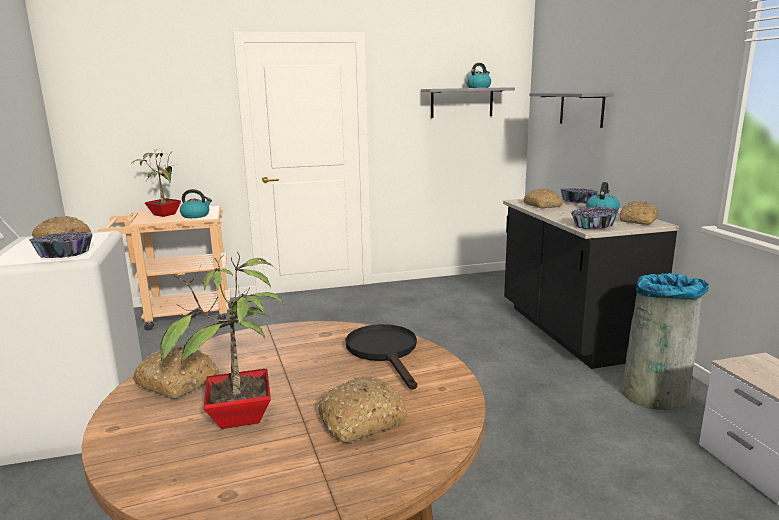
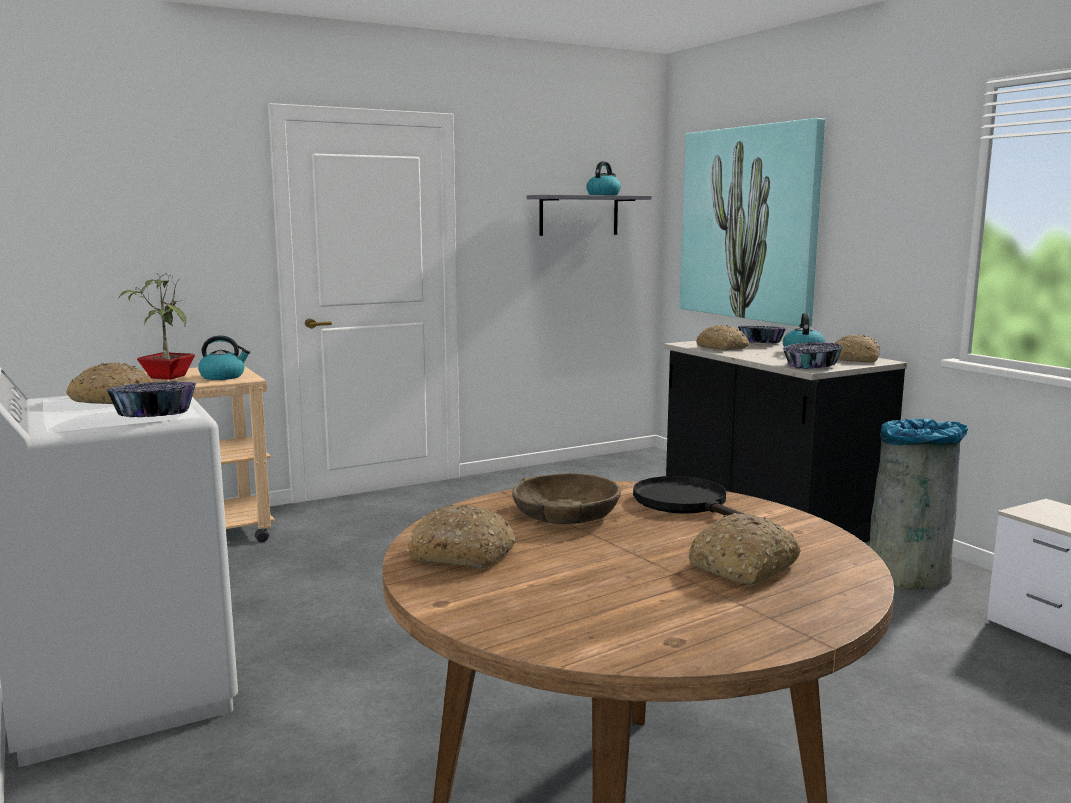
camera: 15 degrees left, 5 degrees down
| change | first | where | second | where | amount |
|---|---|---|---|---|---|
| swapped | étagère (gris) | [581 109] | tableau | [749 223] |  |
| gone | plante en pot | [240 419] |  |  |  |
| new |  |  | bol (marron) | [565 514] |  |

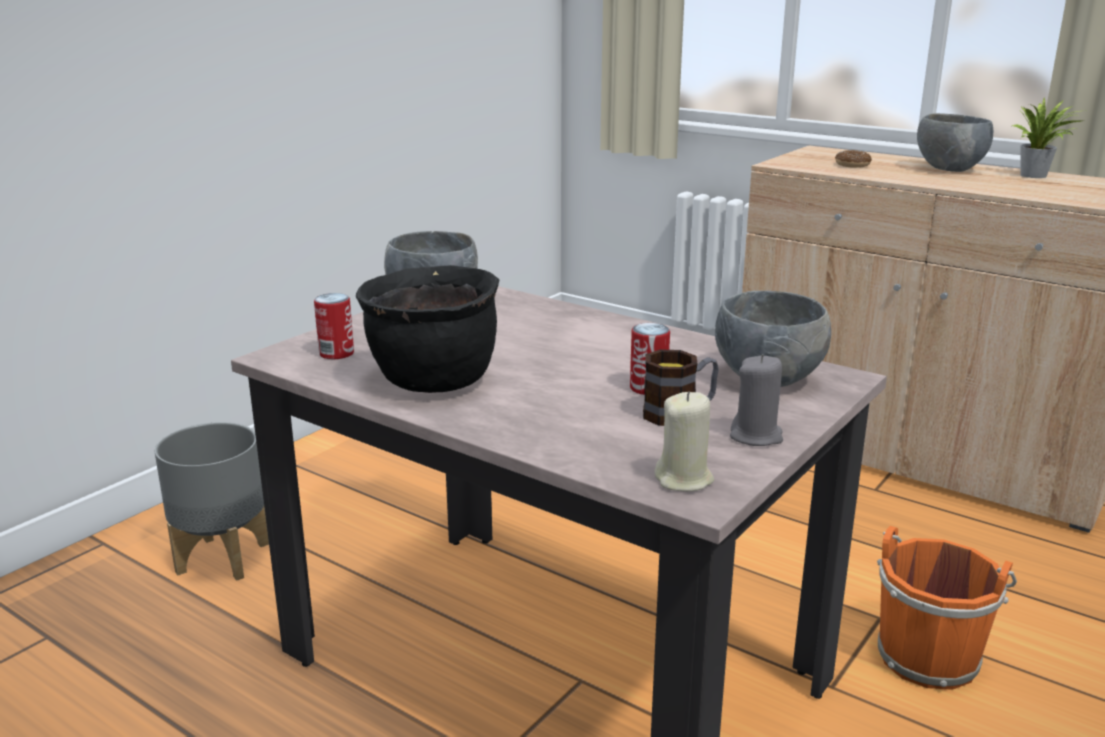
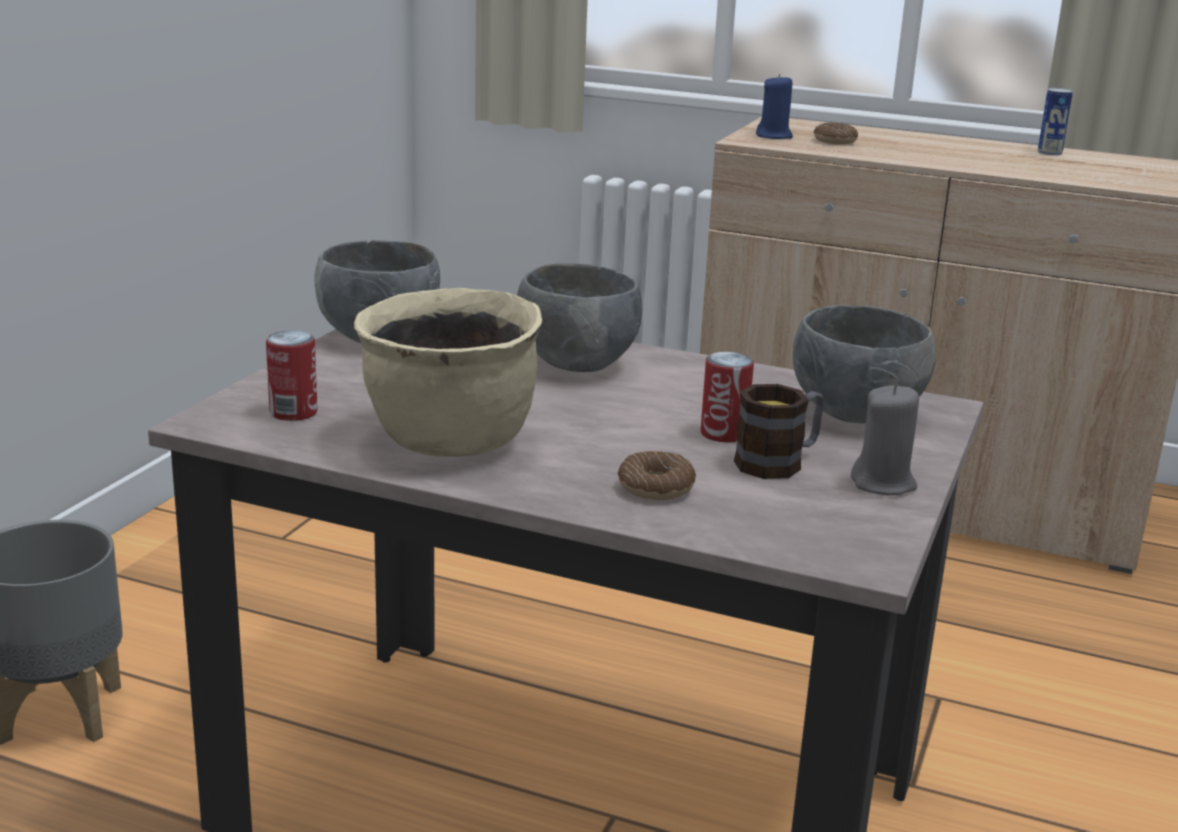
camera: 15 degrees left, 0 degrees up
| change | first | where | second | where | amount |
|---|---|---|---|---|---|
| swapped | plante en pot | [1036 176] | boîte métallique | [1049 153] |  |
| shifted | bol (gris) | [949 169] |  | [576 365] |  |
| repainted | marmite (noir) | [433 382] | marmite (beige) | [450 443] |  |
| gone | bougie (beige) | [684 479] |  |  |  |
| gone | seau (orange) | [928 655] |  |  |  |
| new |  |  | bougie (bleu) | [774 136] |  |
| new |  |  | beignet | [655 487] |  |

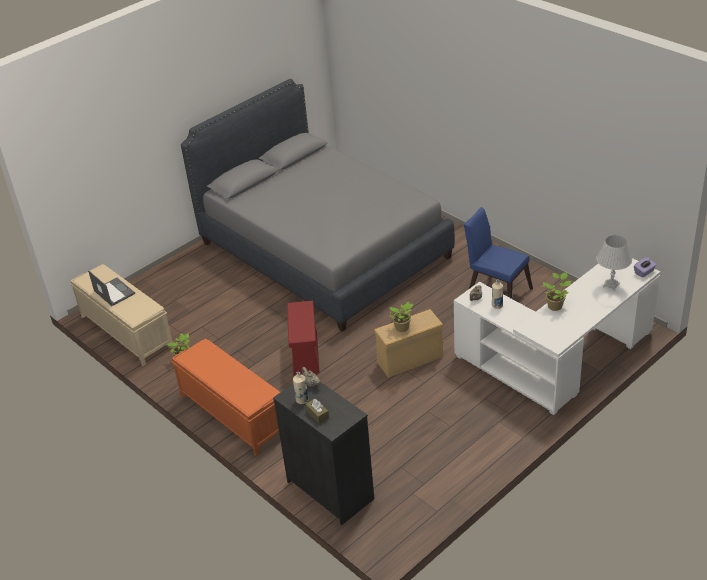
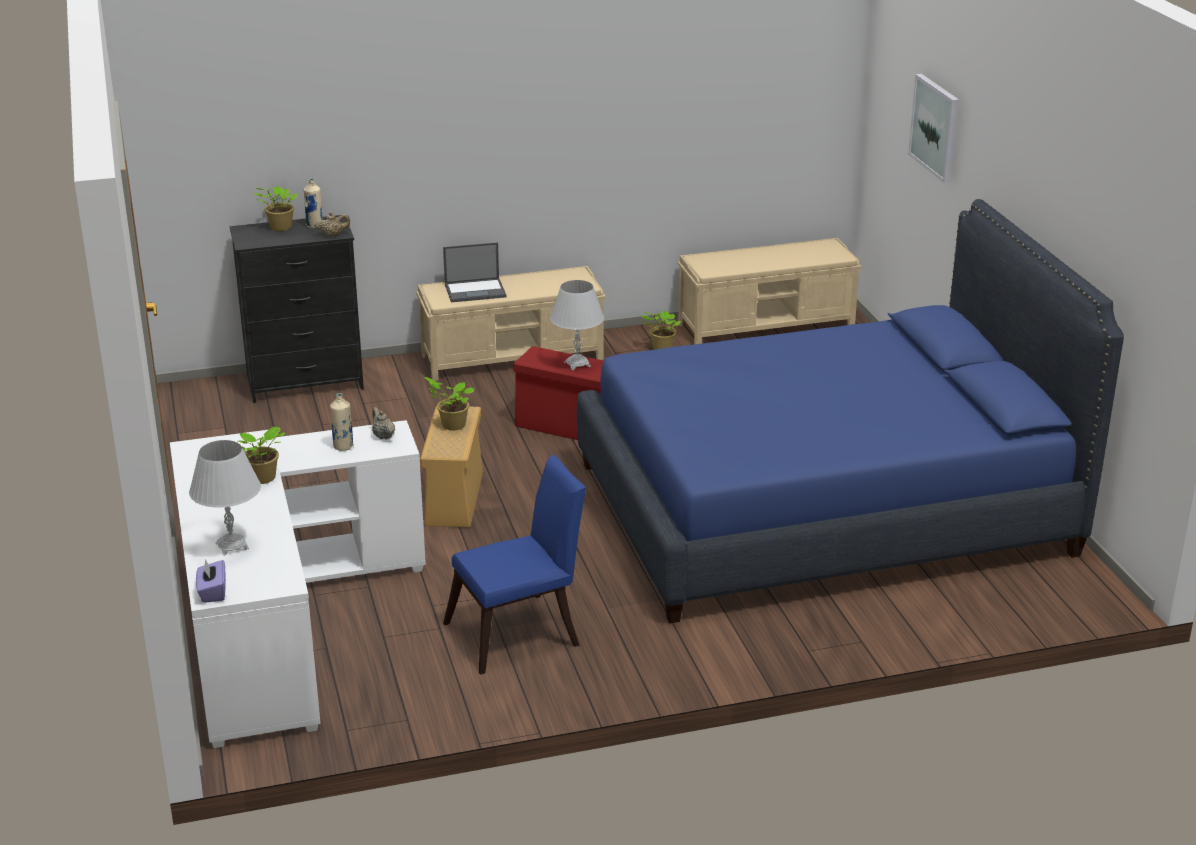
camera: 115 degrees right, 10 degrees down
| change | first | where | second | where | amount |
|---|---|---|---|---|---|
| repainted | lit (gris) | [324 249] | lit (bleu) | [824 509] |  |
| shifted | ordinateur portable | [114 292] |  | [476 290] |  |
| repainted | banc (orange) | [232 413] | banc (beige) | [513 357] |  |
| swapped | boîte à mouchoirs (marron) | [317 414] | plante en pot | [279 228] |  |
| new |  |  | tableau | [935 127] |  |
| new |  |  | lampe de table (blanc) | [577 364] |  |

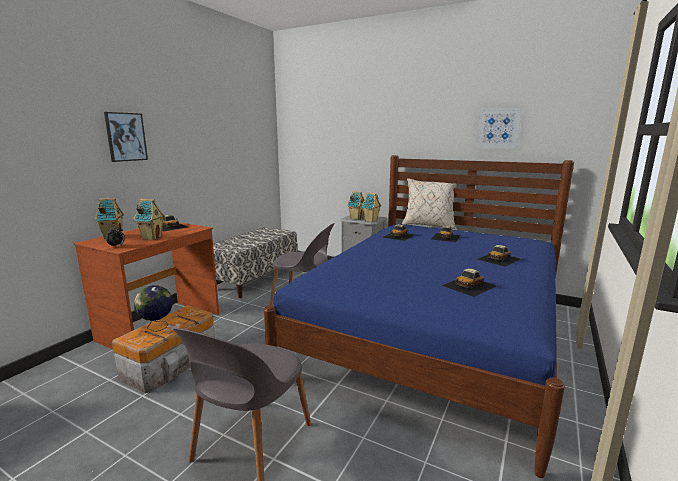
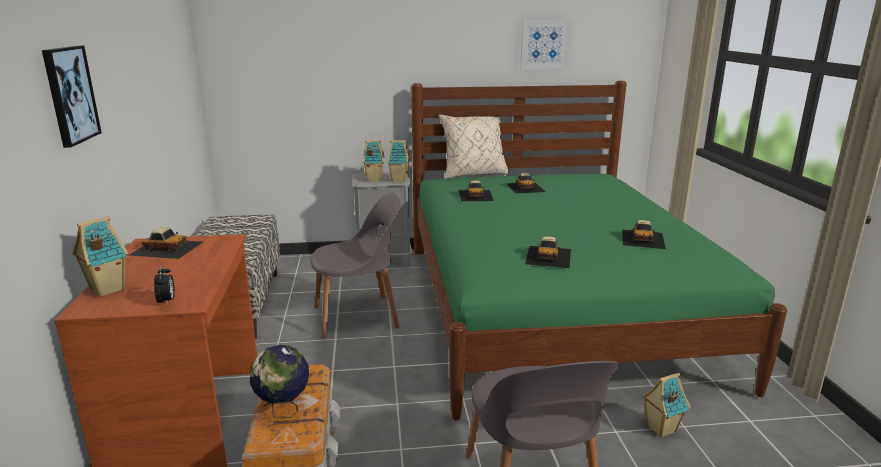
camera: 35 degrees left, 5 degrees up
| change | first | where | second | where | amount |
|---|---|---|---|---|---|
| repainted | lit (bleu) | [433 335] | lit (vert) | [550 308] |  |
| shifted | maison miniature | [151 238] |  | [660 429] |  |
| shifted | petite voiture | [499 259] |  | [549 256] |  |

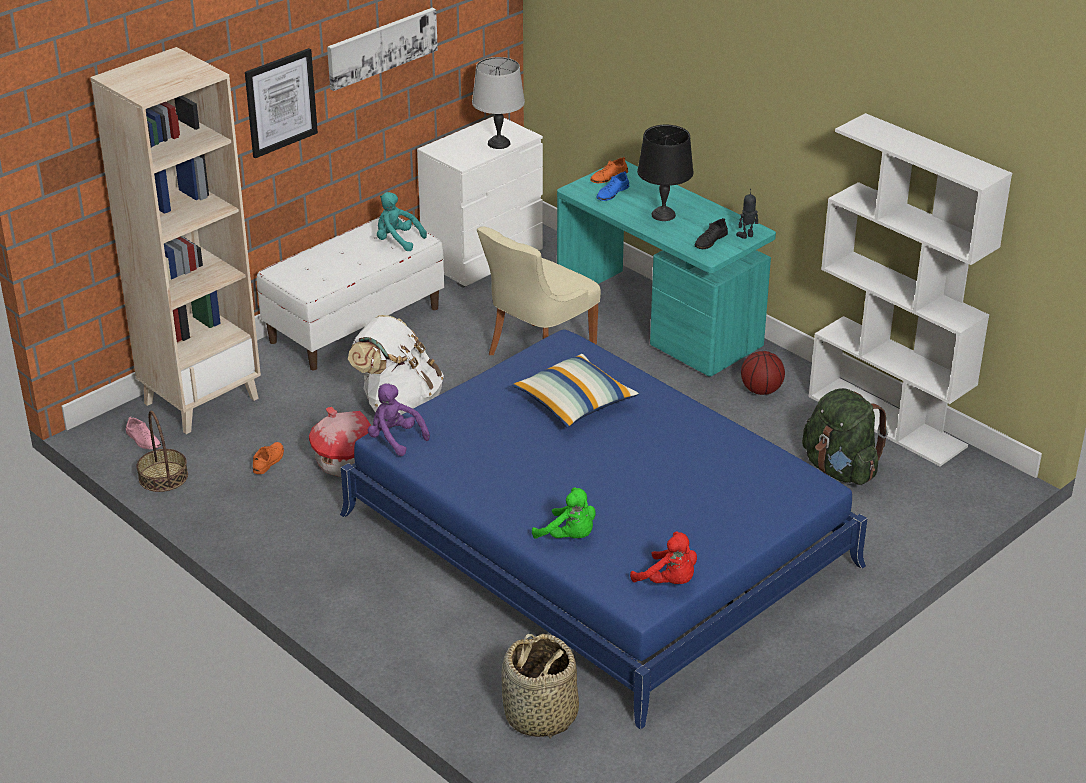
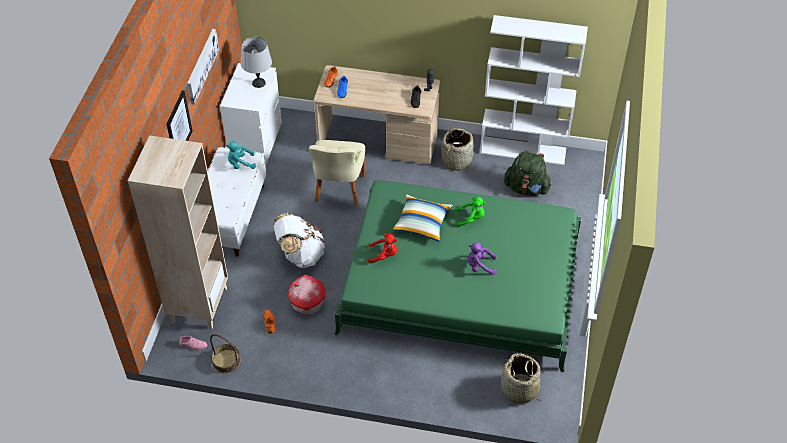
camera: 35 degrees left, 15 degrees up
| change | first | where | second | where | amount |
|---|---|---|---|---|---|
| gone | lampe de table (noir) | [663 215] |  |  |  |
| repainted | bureau (turquoise) | [660 323] | bureau (beige) | [378 142] |  |
| repainted | lit (bleu) | [597 539] | lit (vert) | [460 283] |  |
| swapped | ballon de basket | [761 390] | panier | [457 160] |  |
| shifted | peluche (violet) | [395 439] |  | [479 266] |  |
| shifted | peluche (vert) | [569 537] |  | [471 218] |  |
| shifted | peluche (rouge) | [668 581] |  | [384 255] |  |

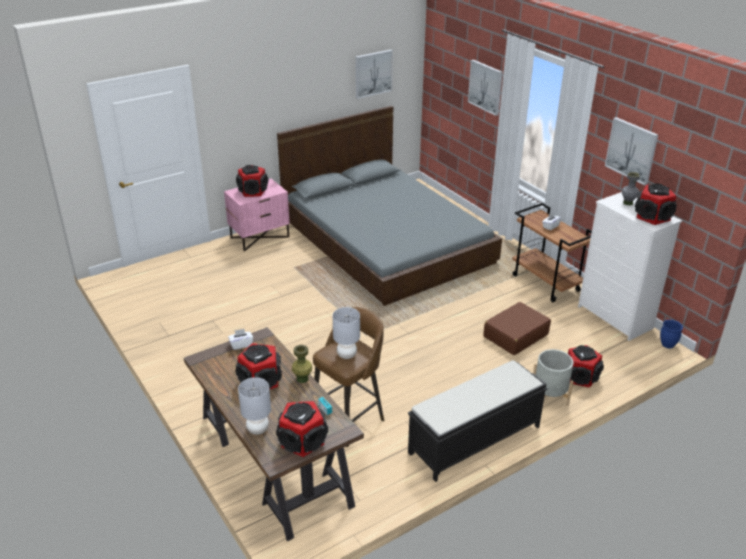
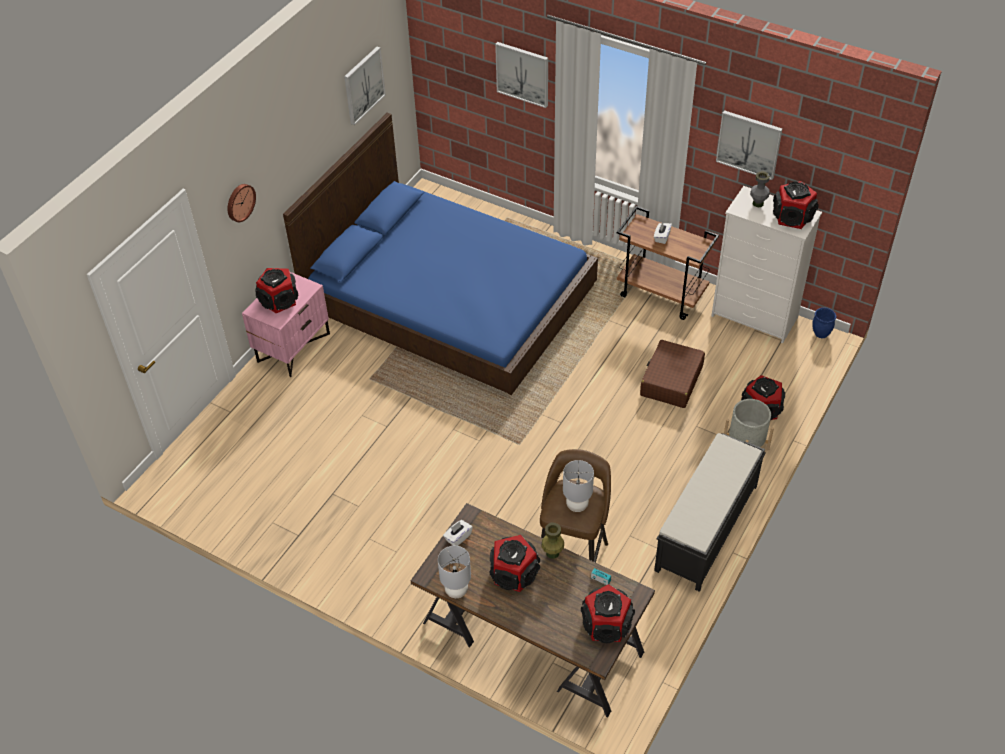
camera: 25 degrees left, 15 degrees up
| change | first | where | second | where | amount |
|---|---|---|---|---|---|
| repainted | lit (gris) | [386 240] | lit (bleu) | [449 296] |  |
| shifted | lampe de table (gris) | [257 429] |  | [456 591] |  |
| new |  |  | horloge murale | [239 202] |  |

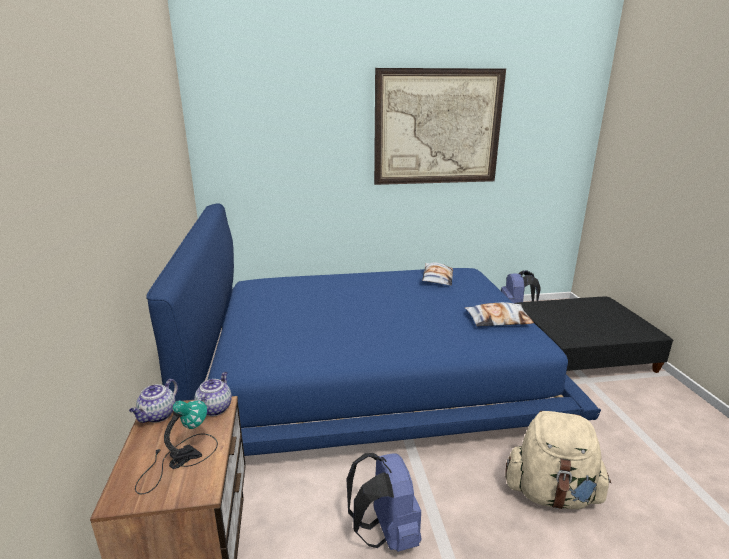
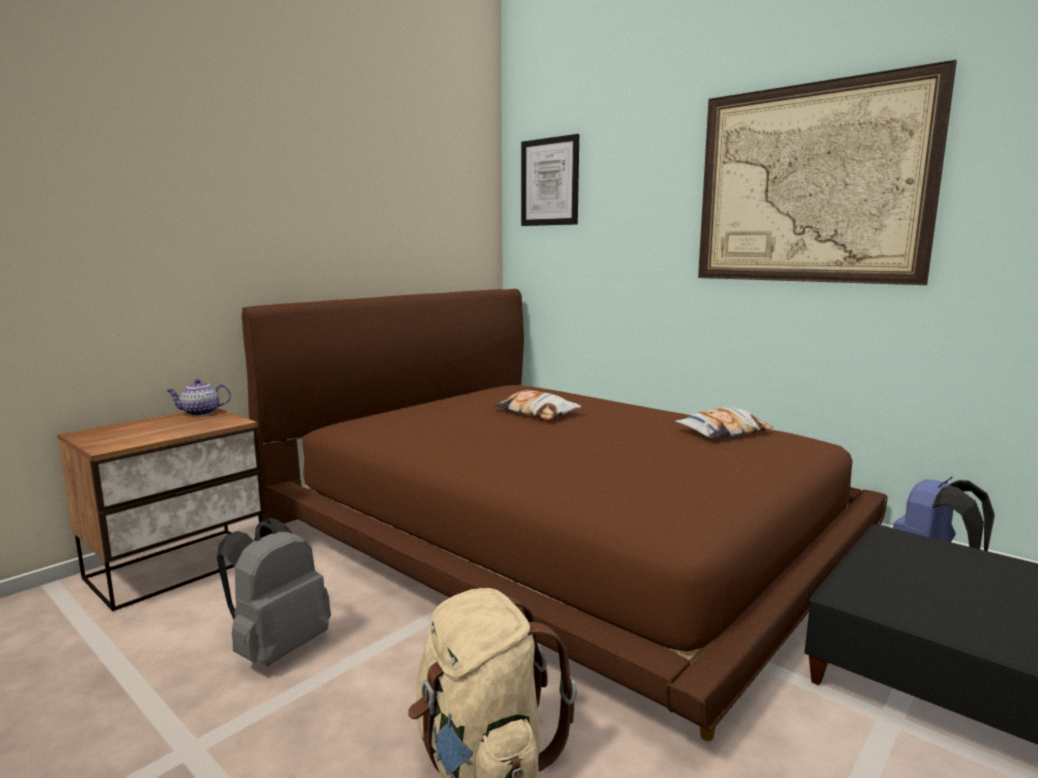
camera: 50 degrees right, 10 degrees down
| change | first | where | second | where | amount |
|---|---|---|---|---|---|
| repainted | lit (bleu) | [369 370] | lit (marron) | [557 531] |  |
| shifted | coussin | [498 319] |  | [536 413] |  |
| gone | théière | [214 408] |  |  |  |
| gone | lampe de table | [178 459] |  |  |  |
| repainted | sac à dos (bleu) | [386 533] | sac à dos (gris) | [277 648] |  |
| new |  |  | tableau | [550 182] |  |

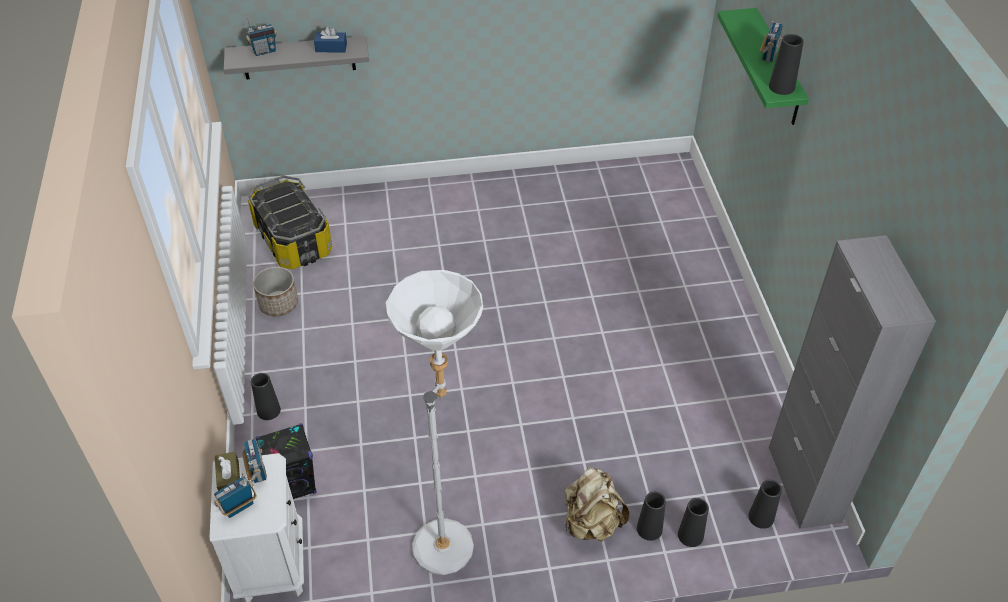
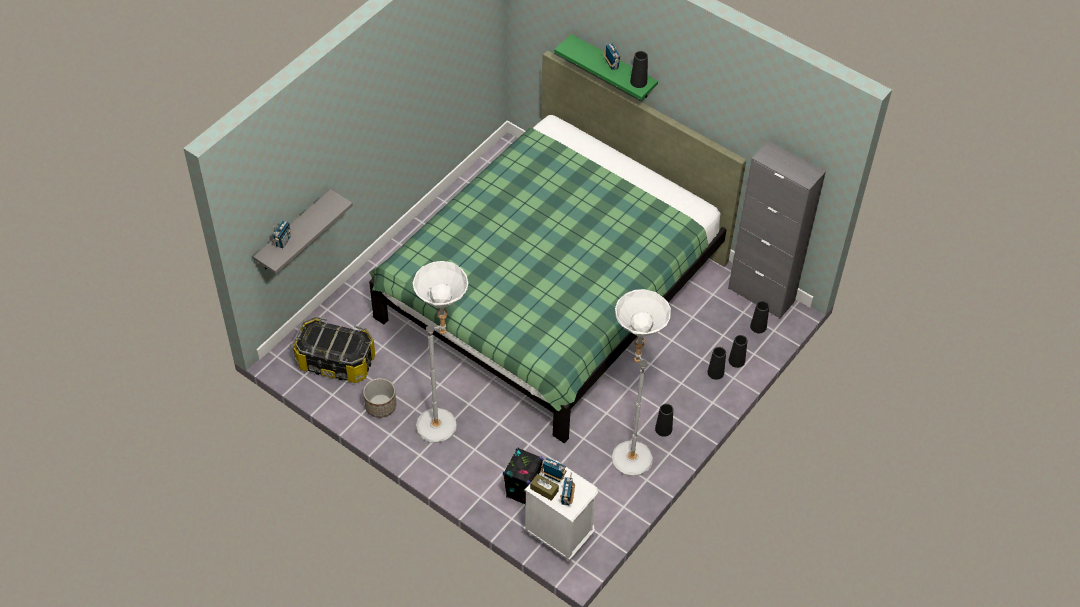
camera: 45 degrees left, 5 degrees up
| change | first | where | second | where | amount |
|---|---|---|---|---|---|
| gone | boîte à mouchoirs (bleu) | [331 48] |  |  |  |
| shifted | vase (noir) | [268 410] |  | [663 429] |  |
| gone | sac à dos (beige) | [591 522] |  |  |  |
| new |  |  | lit (vert) | [551 290] |  |
| new |  |  | lampadaire (blanc) | [444 423] |  |

